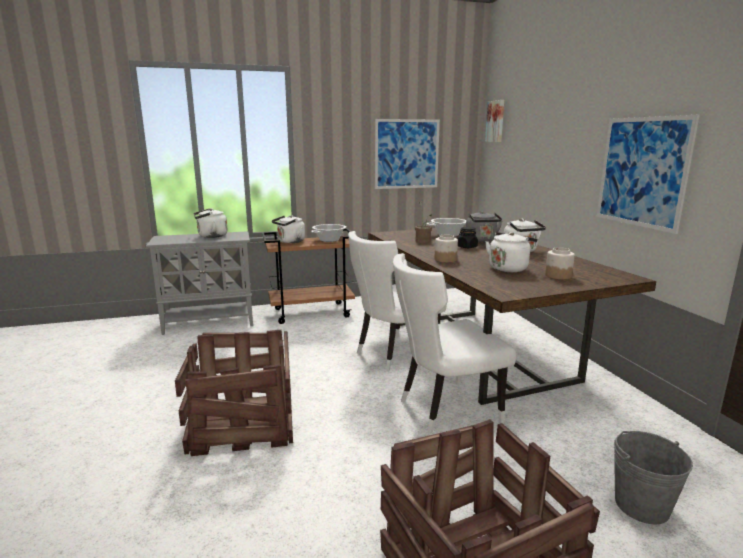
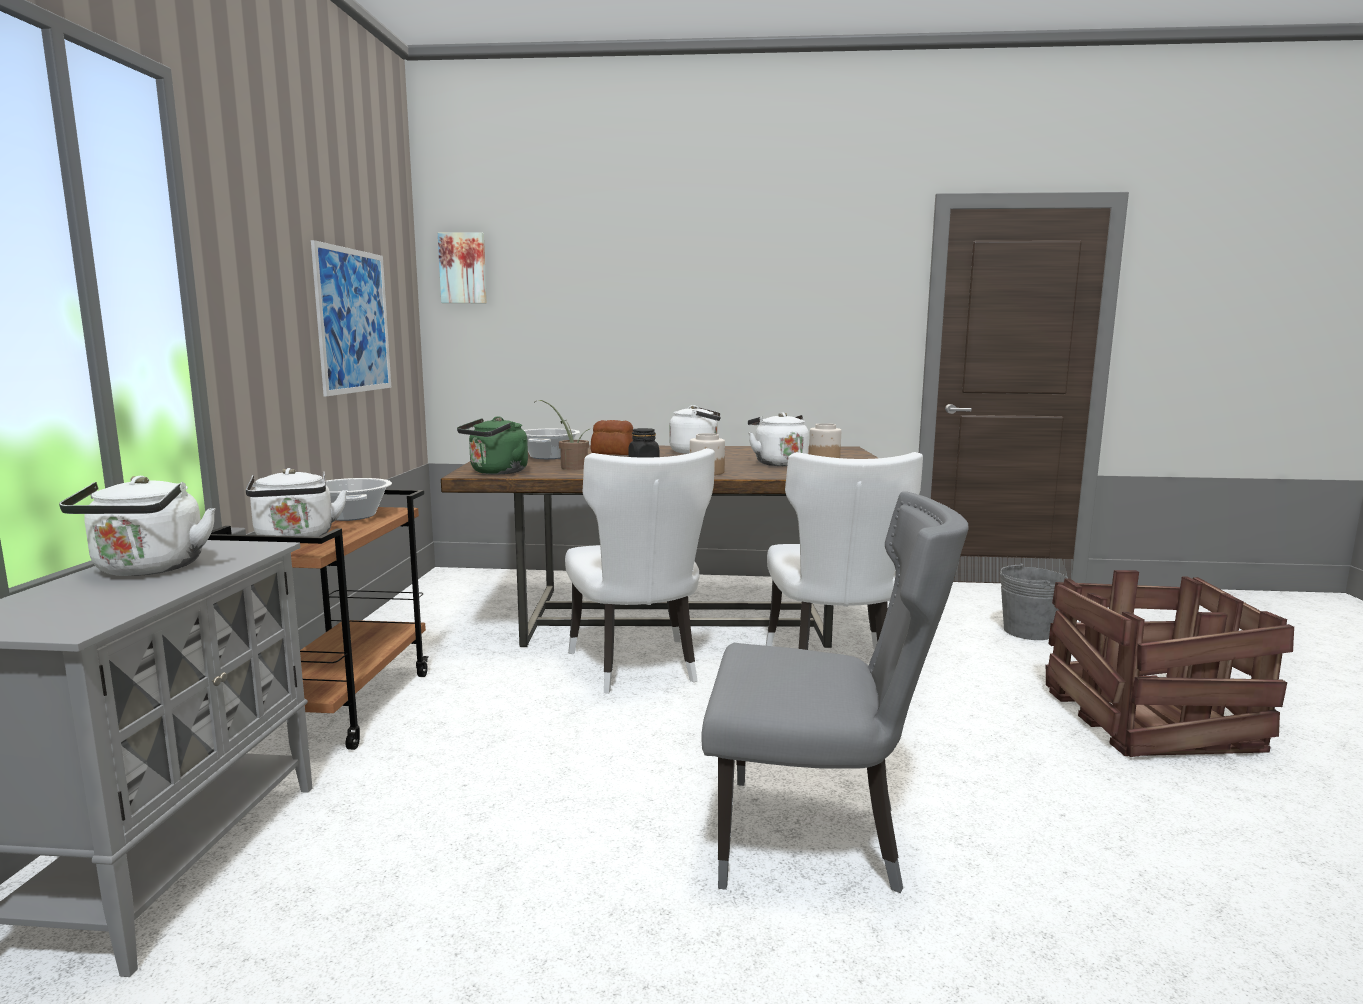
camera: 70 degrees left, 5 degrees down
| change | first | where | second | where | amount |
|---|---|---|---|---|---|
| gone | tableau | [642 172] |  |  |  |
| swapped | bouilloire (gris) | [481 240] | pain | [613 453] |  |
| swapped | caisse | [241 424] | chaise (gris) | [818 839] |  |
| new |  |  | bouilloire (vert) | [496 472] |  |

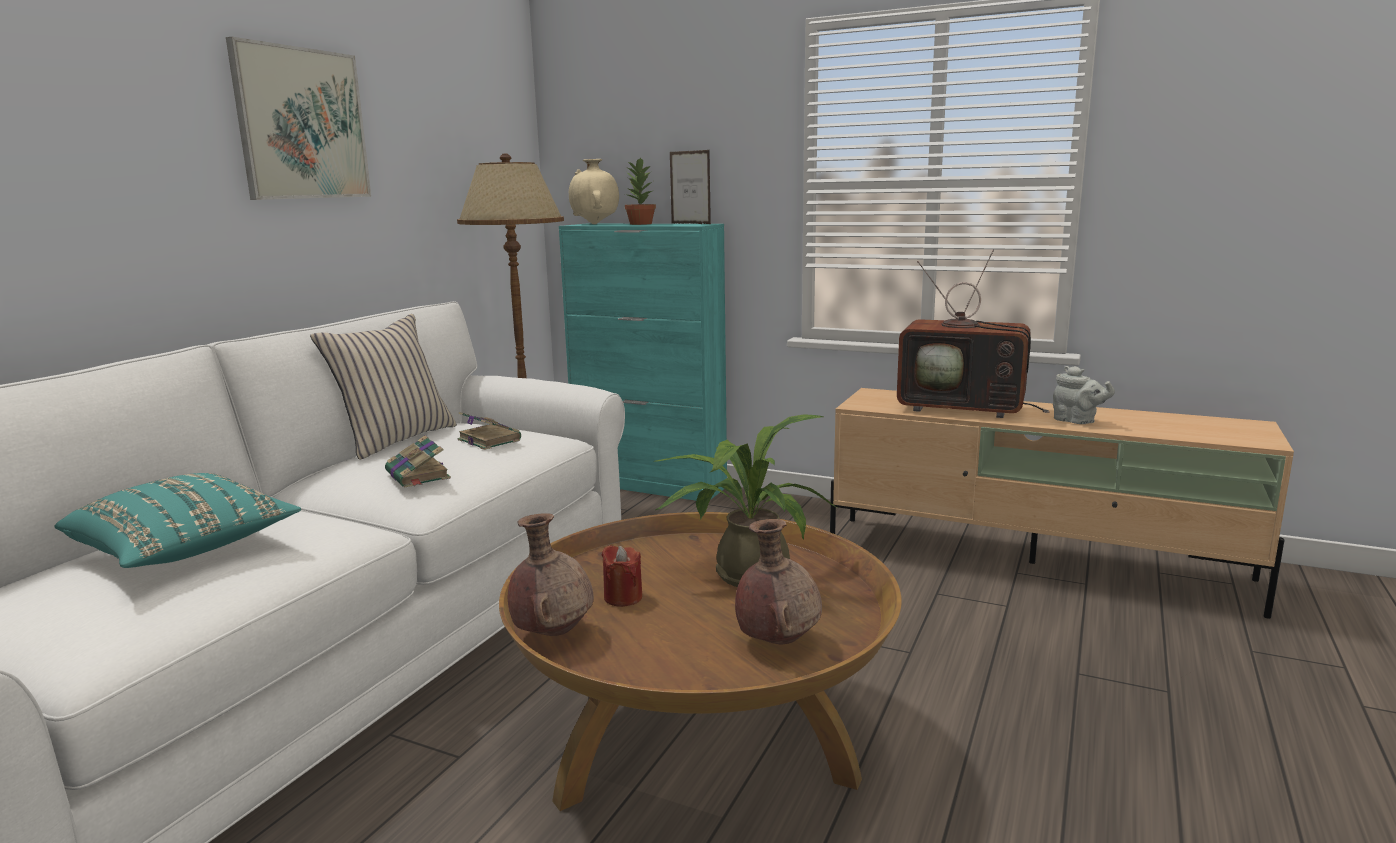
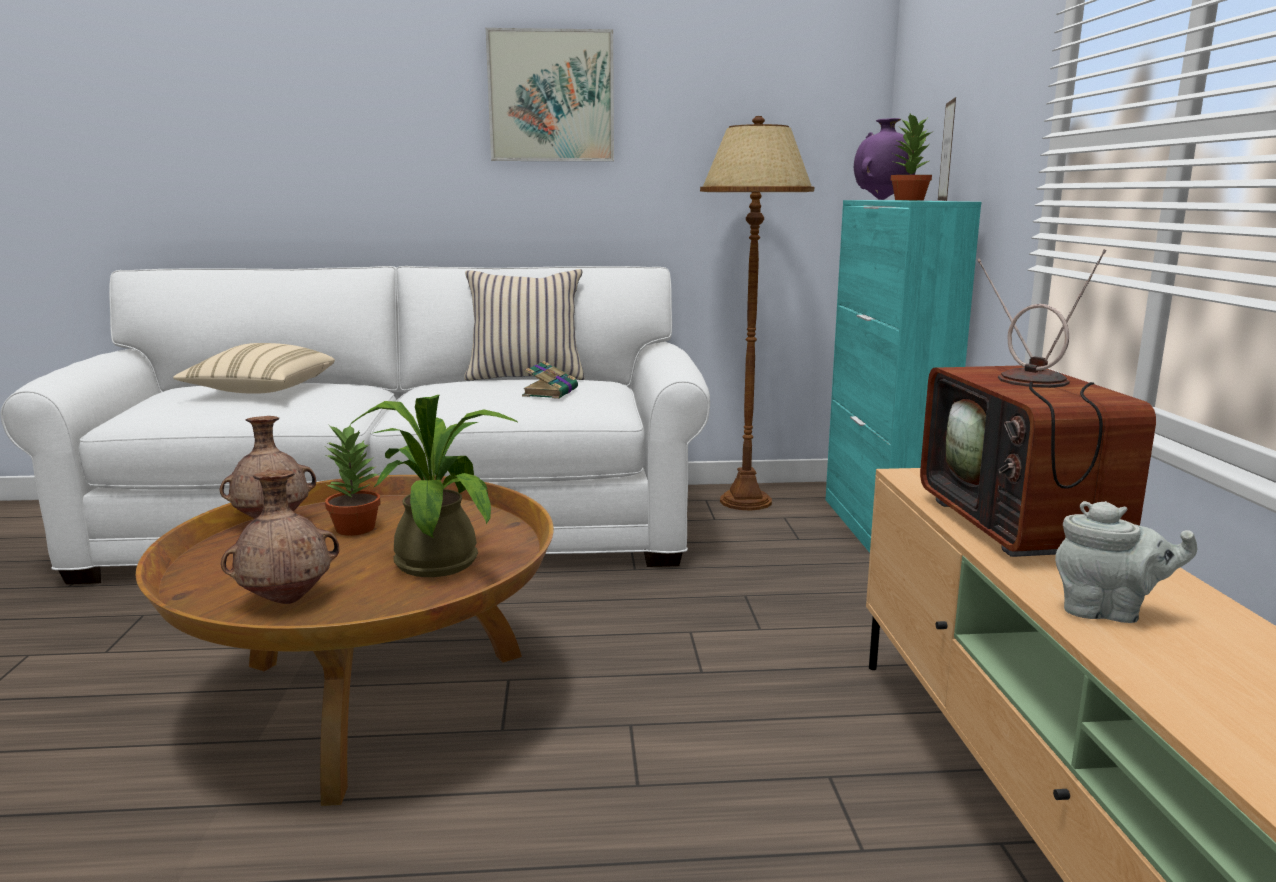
camera: 60 degrees right, 0 degrees up
| change | first | where | second | where | amount |
|---|---|---|---|---|---|
| repainted | vase (beige) | [595 224] | vase (violet) | [882 199] |  |
| rotated | théière (gris) | [1077 421] |  | [1108 612] | 90 degrees counterclockwise |
| gone | livre | [418 476] |  |  |  |
| repainted | coussin (turquoise) | [185 550] | coussin (beige) | [260 391] |  |
| swapped | bougie (rouge) | [623 597] | plante en pot | [355 528] |  |

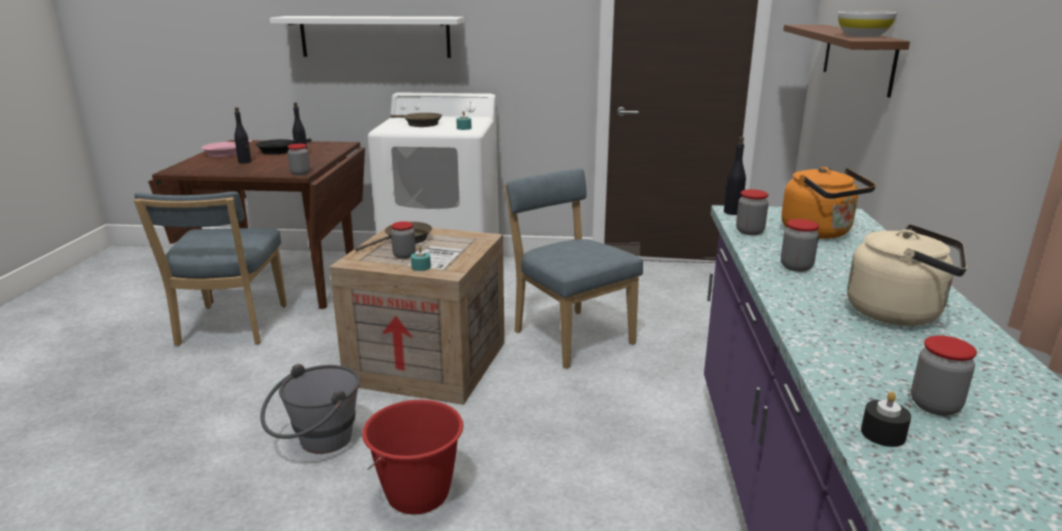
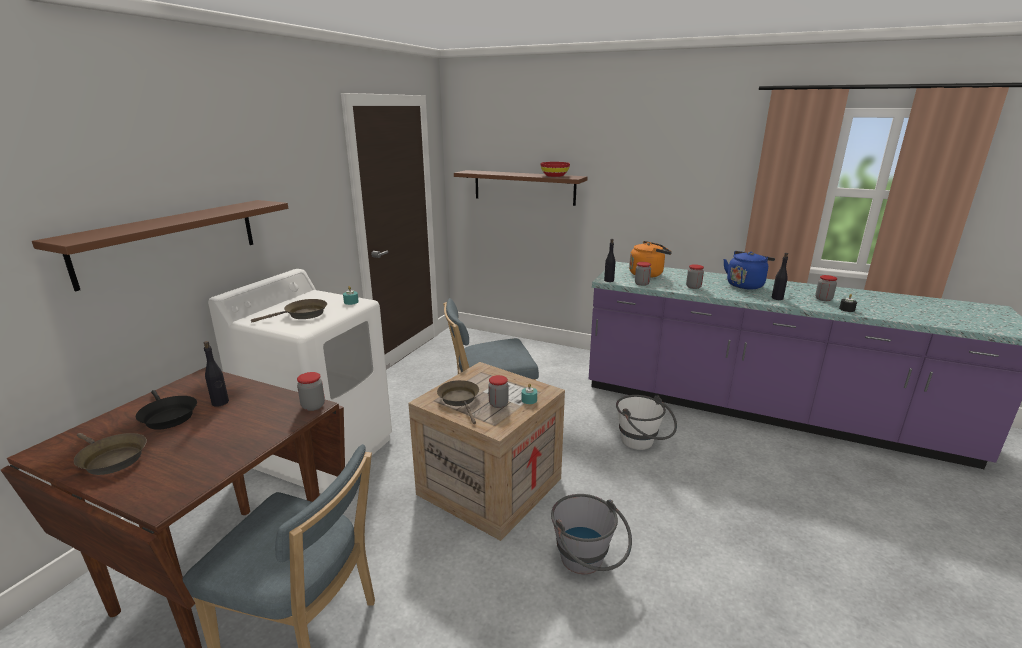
camera: 70 degrees left, 0 degrees up
| change | first | where | second | where | amount |
|---|---|---|---|---|---|
| repainted | bol (blanc) | [863 36] | bol (rouge) | [554 175] |  |
| repainted | étagère (blanc) | [375 36] | étagère (marron) | [170 240] |  |
| shifted | bouteille (noir) | [245 162] |  | [777 298] |  |
| repainted | poêle (rose) | [226 153] | poêle (marron) | [111 459] |  |
| repainted | bouilloire (beige) | [899 313] | bouilloire (bleu) | [745 285] |  |
| gone | seau (rouge) | [418 495] |  |  |  |
| new |  |  | seau (blanc) | [642 444] |  |

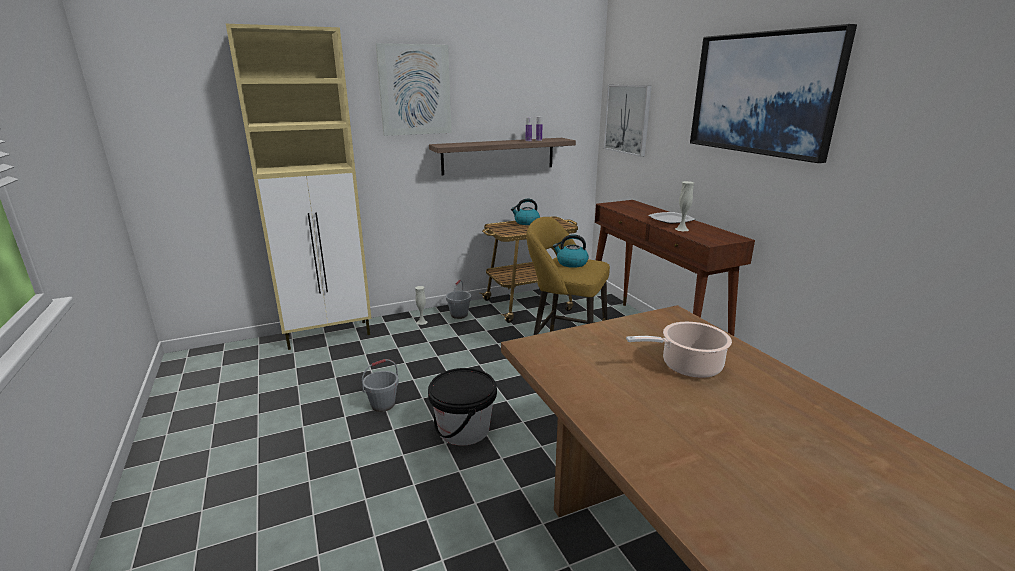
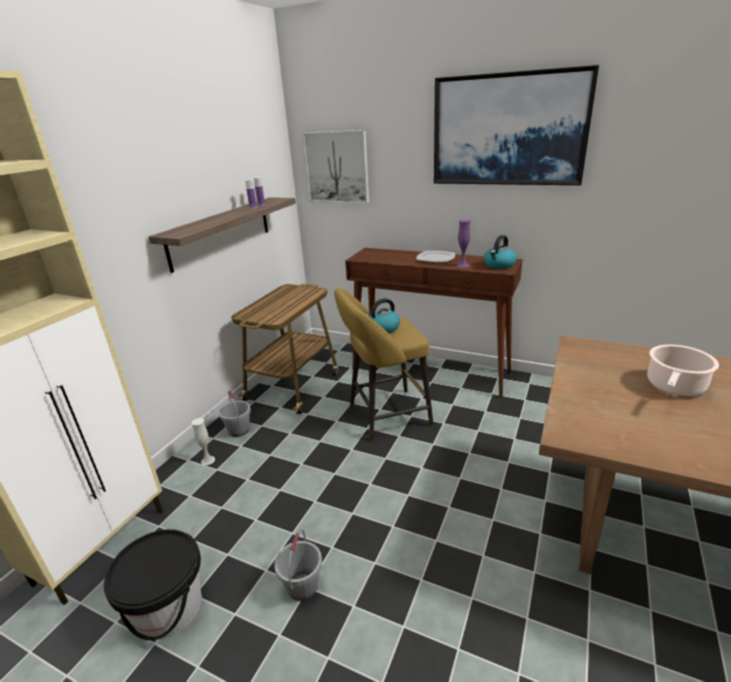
camera: 40 degrees left, 5 degrees up
| change | first | where | second | where | amount |
|---|---|---|---|---|---|
| gone | tableau | [414 90] |  |  |  |
| repainted | vase (blanc) | [682 229] | vase (violet) | [462 265] |  |
| shifted | bouilloire | [526 222] |  | [499 265] |  |
| shifted | seau (noir) | [463 429] |  | [168 608] |  |

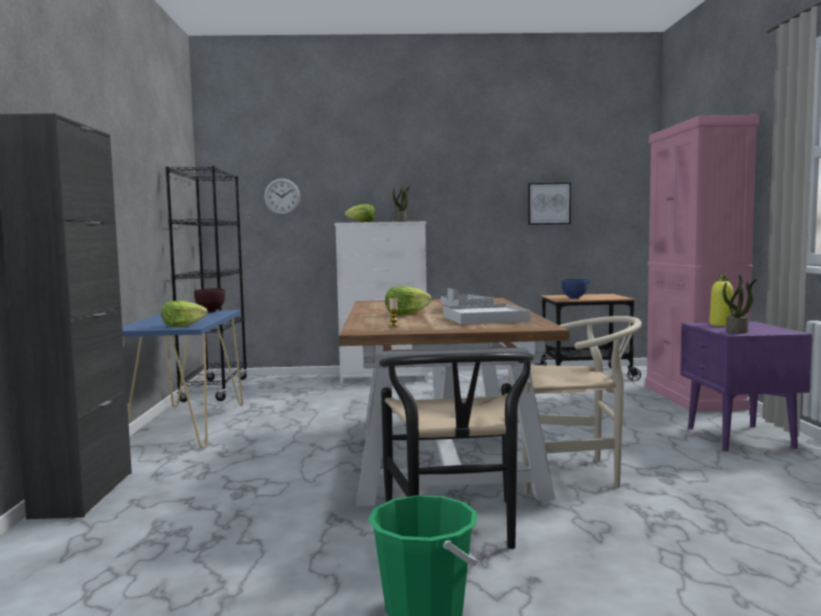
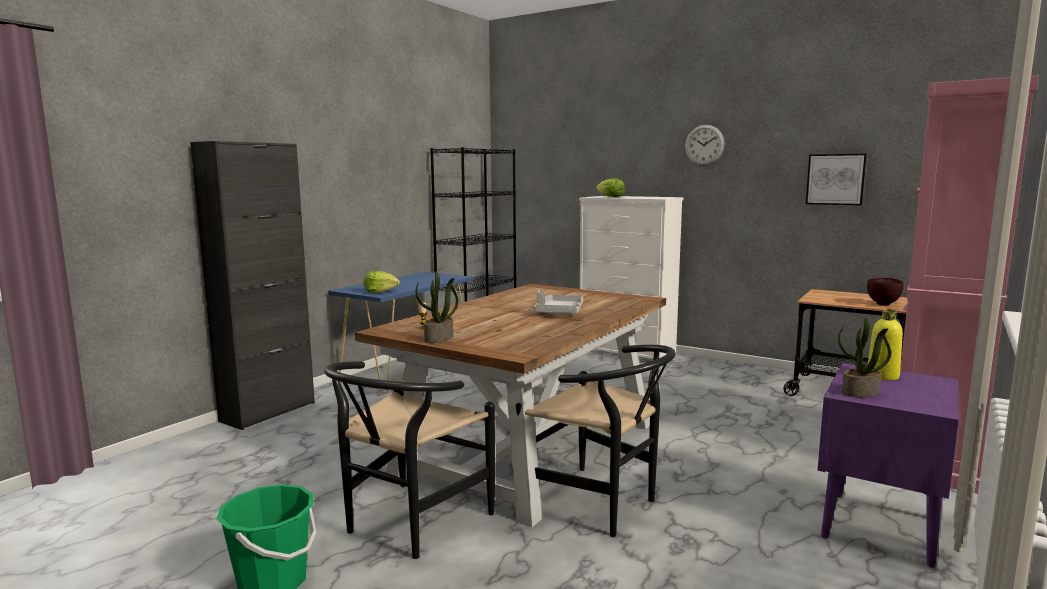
camera: 35 degrees right, 5 degrees up
| change | first | where | second | where | amount |
|---|---|---|---|---|---|
| shifted | horloge murale | [282 196] |  | [704 145] |  |
| shifted | plante en pot | [400 221] |  | [439 339] |  |
| gone | bol (bleu) | [575 298] |  |  |  |
| gone | laitue | [406 314] |  |  |  |
| shifted | bol (marron) | [211 311] |  | [883 304] |  |
| gone | plateau (blanc) | [484 319] |  |  |  |
| repainted | chaise (beige) | [572 473] | chaise (noir) | [600 505] |  |

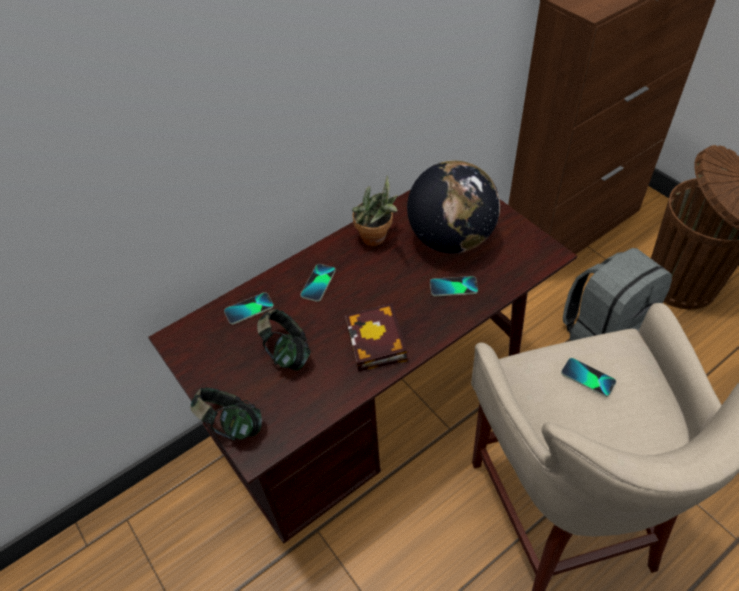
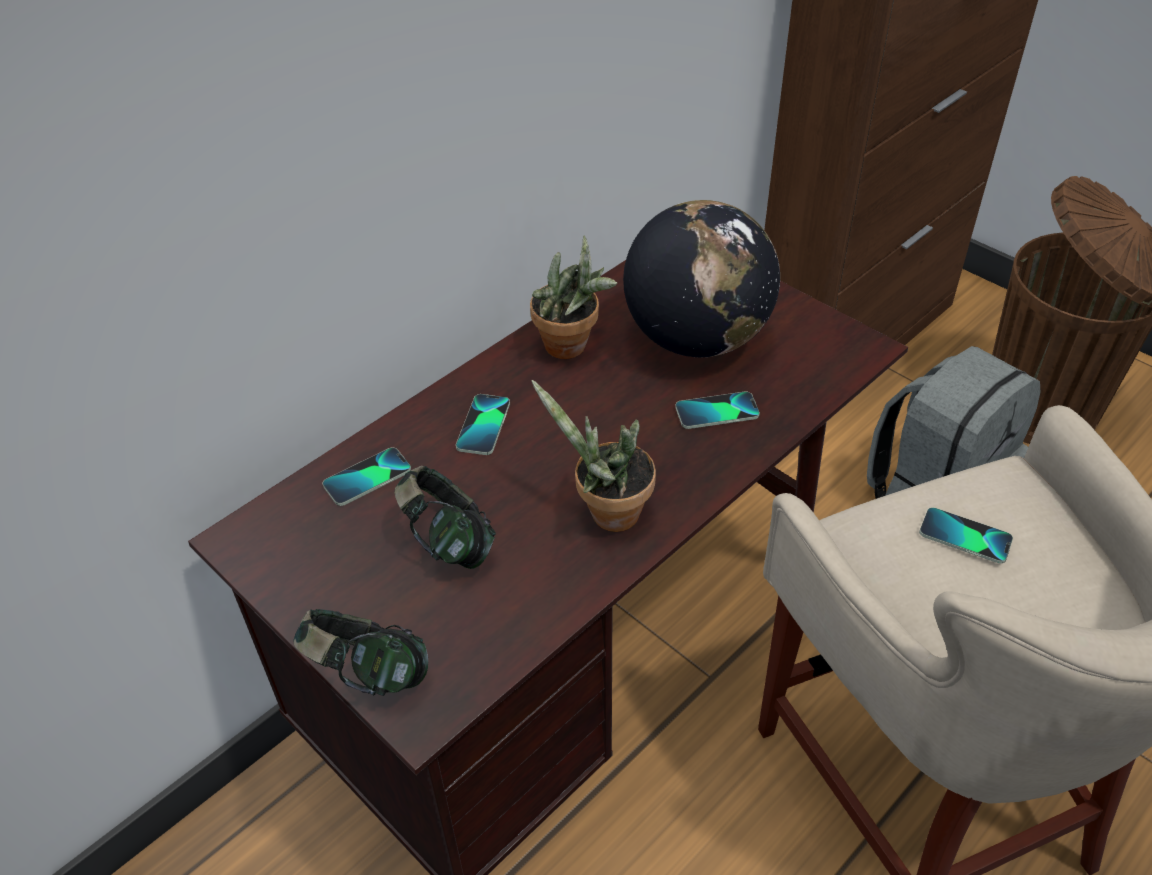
camera: 10 degrees left, 5 degrees down
| change | first | where | second | where | amount |
|---|---|---|---|---|---|
| swapped | livre | [378 344] | plante en pot | [607 514] |  |

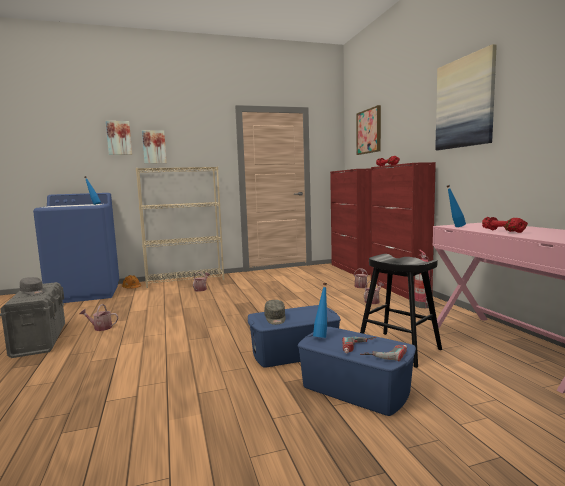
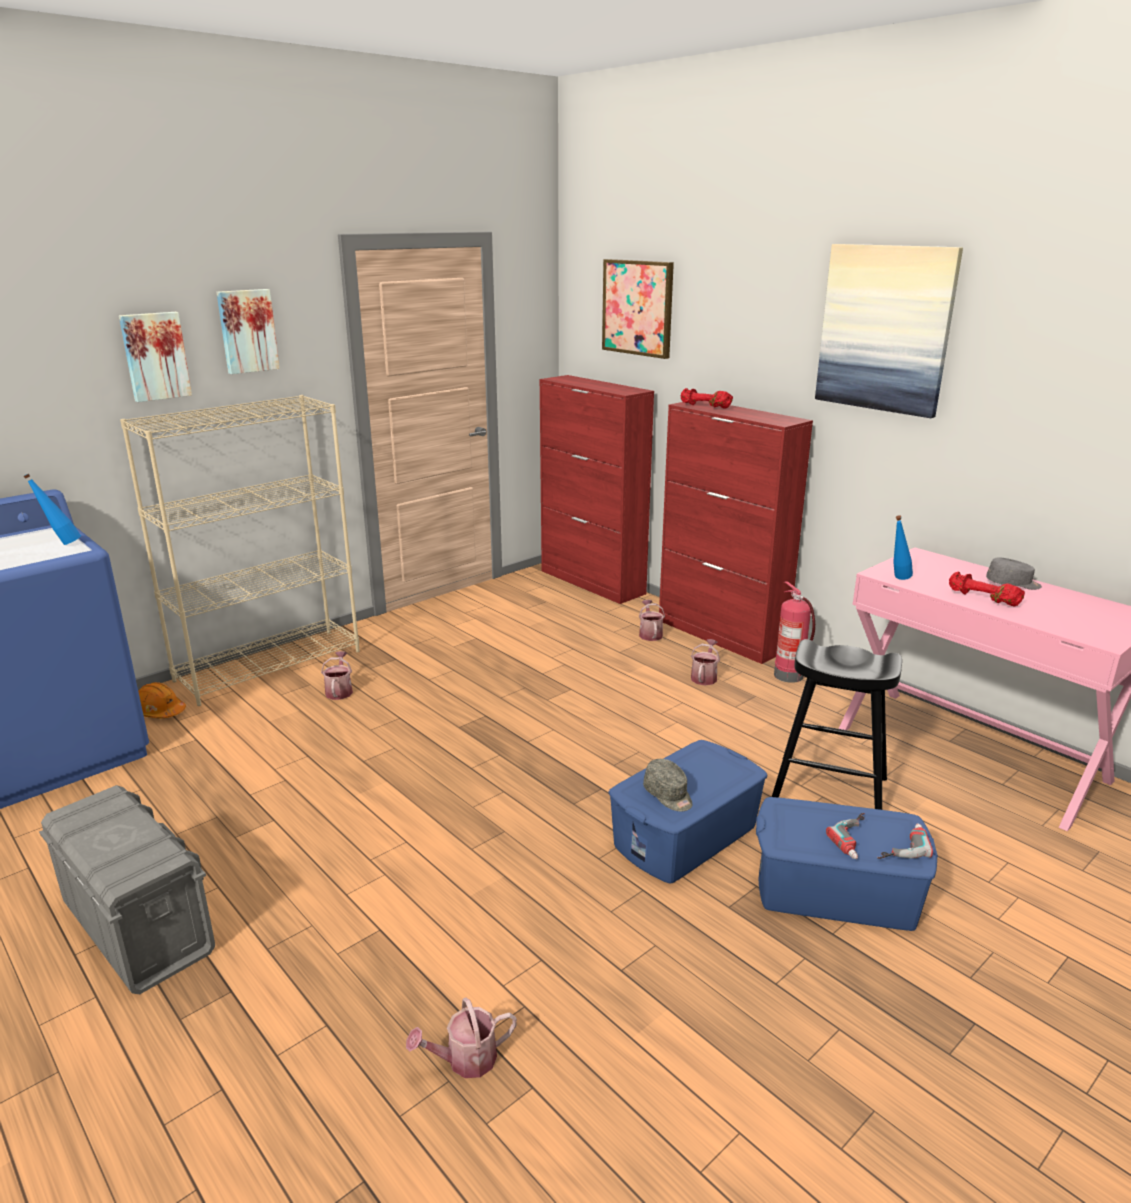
camera: 25 degrees left, 15 degrees up
| change | first | where | second | where | amount |
|---|---|---|---|---|---|
| shifted | tableau | [119 138] |  | [247 331] |  |
| shifted | casquette (gris) | [33 292] |  | [1013 584] |  |
| gone | bouteille (bleu) | [322 336] |  |  |  |
| shifted | arrosoir | [100 328] |  | [465 1060] |  |

